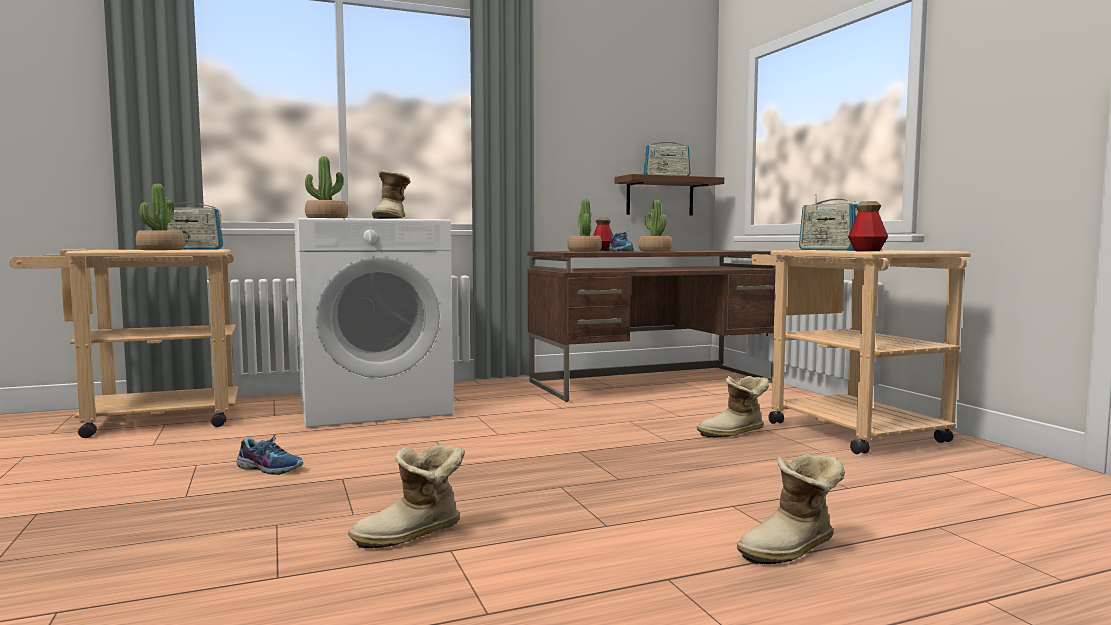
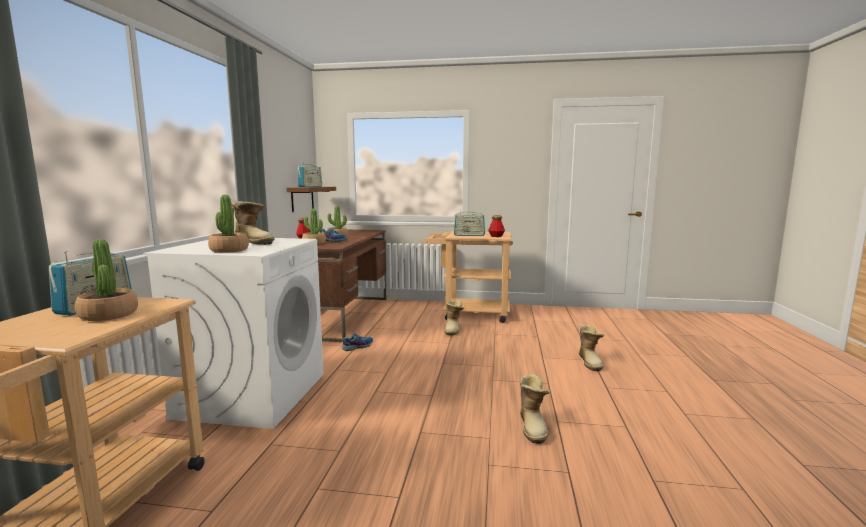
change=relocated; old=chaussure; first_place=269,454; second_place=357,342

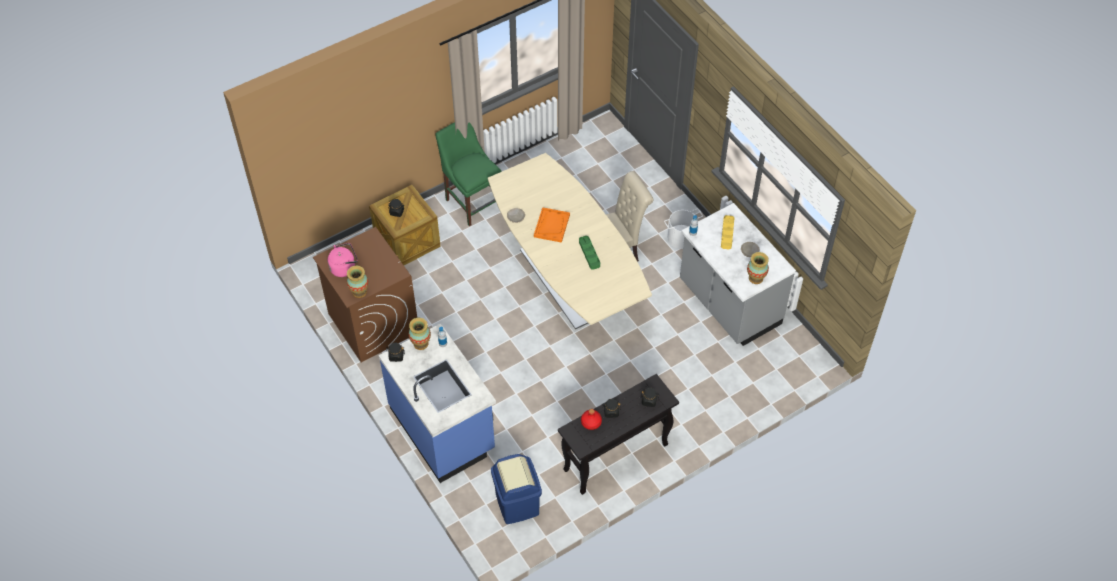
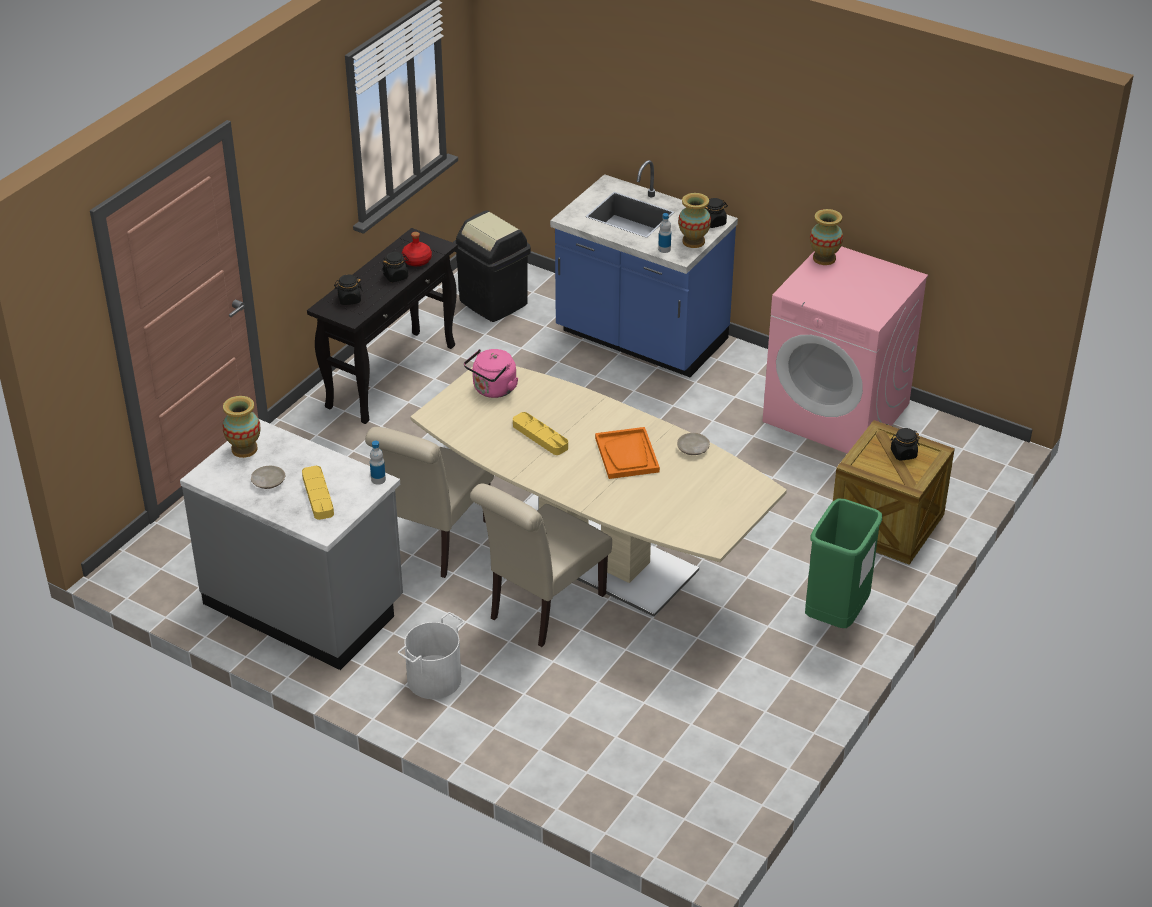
change=colour; old=lave-linge/marron; new=lave-linge/rose; first_place=365,294; second_place=845,349
change=relocated; old=bouilloire/rose; first_place=342,260; second_place=491,373
change=exchanged; old=chaise/vert; new=poubelle/vert; first_place=468,174; second_place=843,563
change=colour; old=poubelle/bleu; new=poubelle/noir; first_place=516,489; second_place=492,266
change=colour; old=plateau/vert; new=plateau/jaune; first_place=589,253; second_place=540,433
change=appeared; new=chaise/beige; second_place=429,502

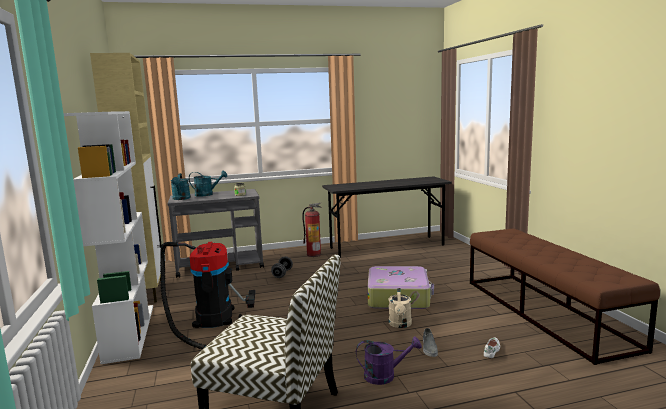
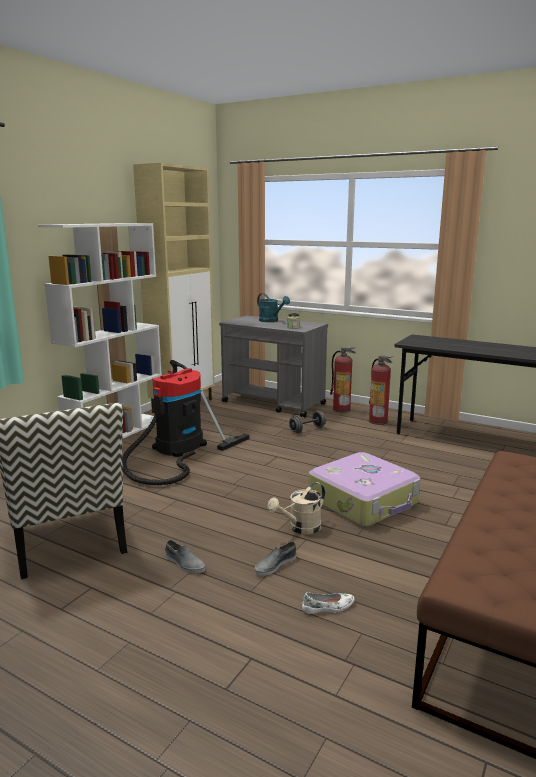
change=missing; old=arrosoir/turquoise; first_place=181,186
change=exchanged; old=arrosoir/violet; new=chaussure/gris; first_place=389,361; second_place=185,557
change=appeared; new=extincteur; second_place=343,380

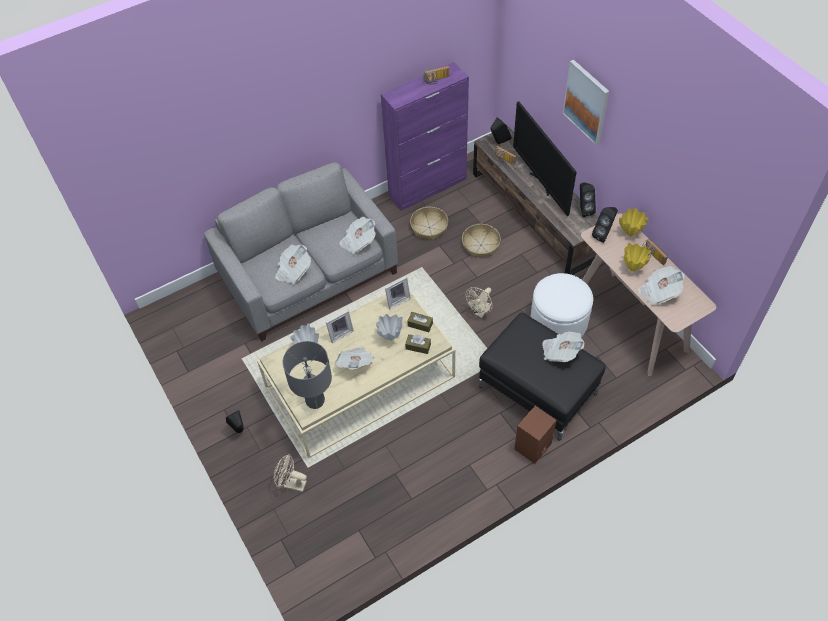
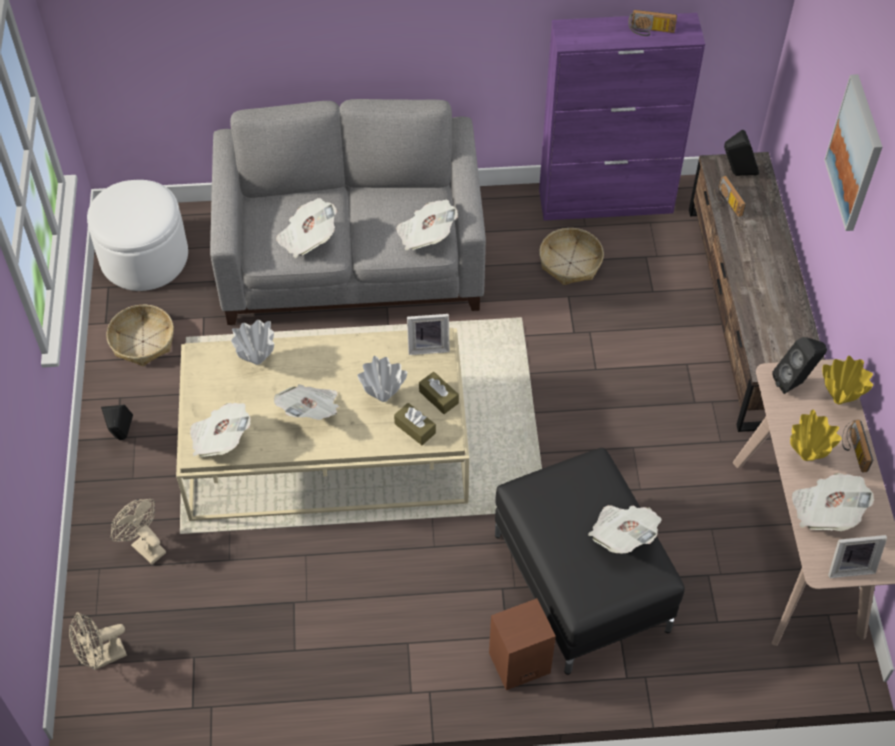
change=exchanged; old=lampe de table/gris; new=journal; first_place=307,375; second_place=220,430
change=relocated; old=cadre photo; first_place=340,327; second_place=857,556
change=relocated; old=panier; first_place=481,241; second_place=140,335
change=relocated; old=ventilateur/beige; first_place=479,302; second_place=98,641
change=missing; old=téléviseur; first_place=545,158
change=relocated; old=pouf/blanc; first_place=562,305; second_place=137,235
change=missing; old=enceinte/noir; first_place=588,199

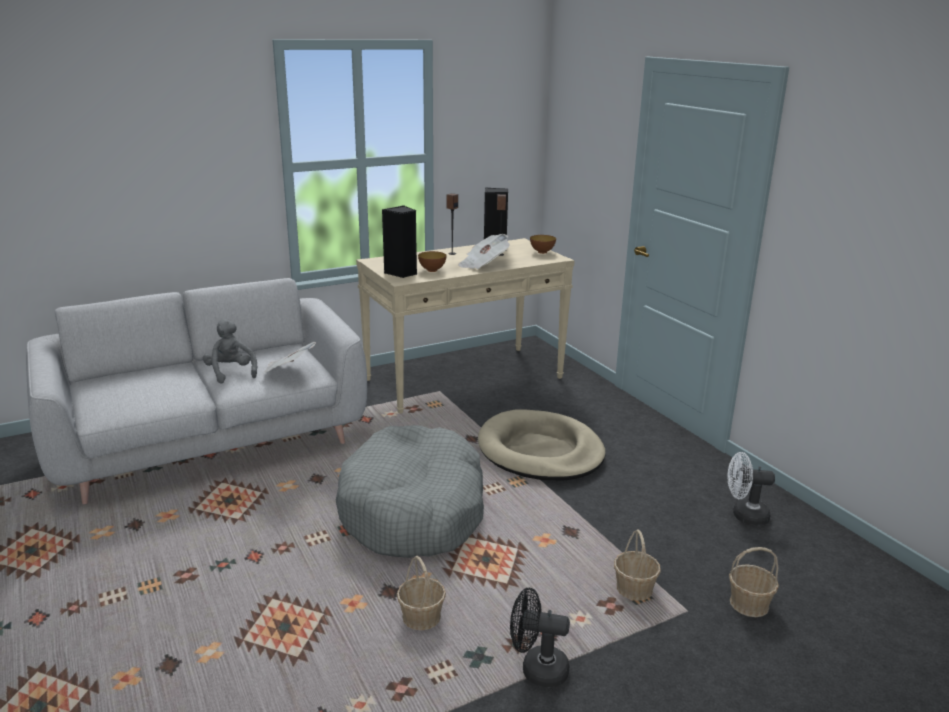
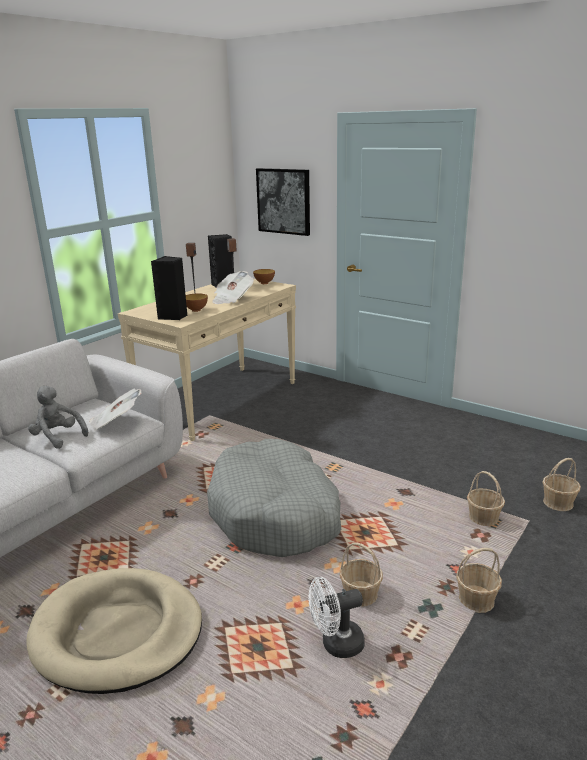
change=relocated; old=panier pour chien/beige; first_place=542,445; second_place=114,631
change=exchanged; old=ventilateur/noir; new=panier; first_place=540,637; second_place=479,580
change=relocated; old=ventilateur/blanc; first_place=751,488; second_place=336,617
change=appeared; new=tableau; second_place=283,202

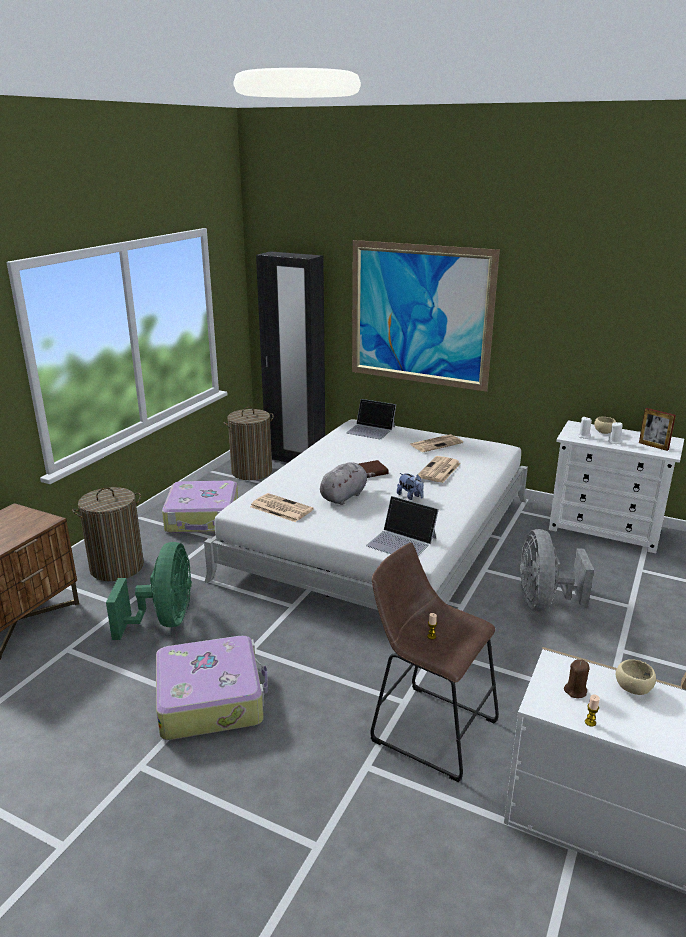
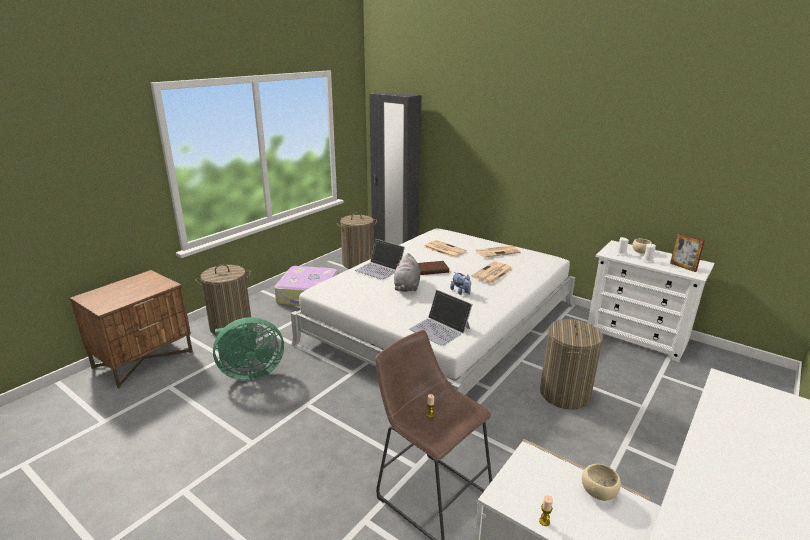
change=spun; old=ventilateur/vert; first_place=149,591; second_place=248,348; degrees=60
change=missing; old=valise; first_place=212,688
change=relocated; old=journal; first_place=282,507; second_place=445,249
change=spun; old=peluche/gris; first_place=347,483; second_place=407,272; degrees=135
change=relocated; old=ordinateur portable; first_place=371,419; second_place=380,259
change=missing; old=tableau; first_place=426,316
change=exchanged; old=ventilateur/gris; new=panier à linge; first_place=557,570; second_place=571,364
change=missing; old=bougie/marron; first_place=576,678

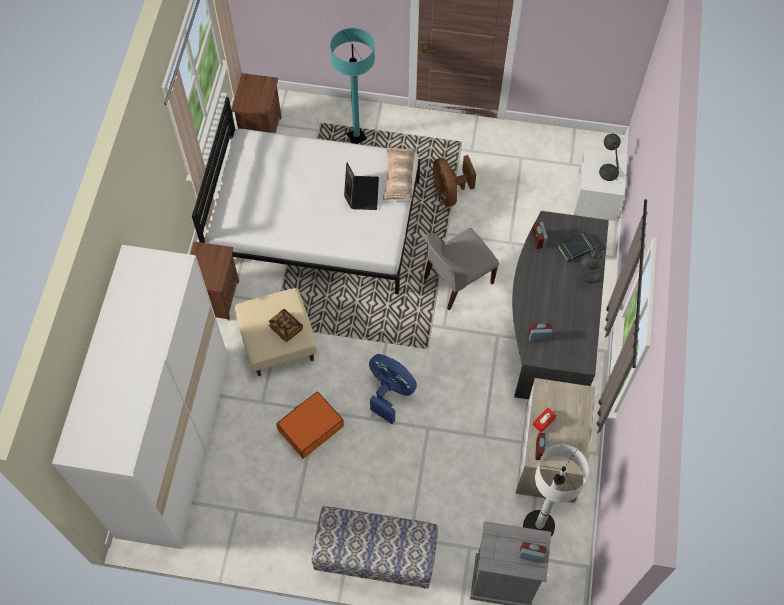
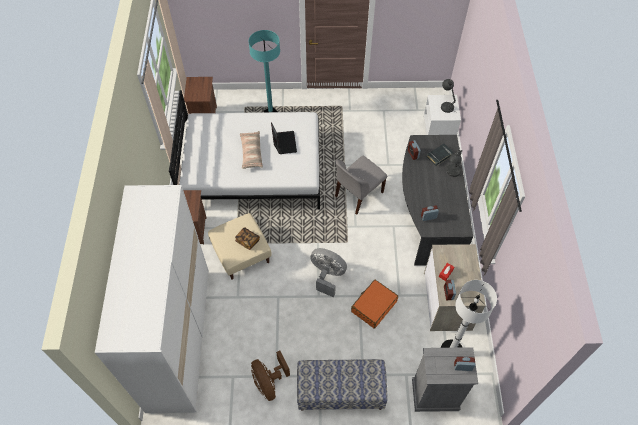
change=relocated; old=valise/orange; first_place=310,424; second_place=374,304
change=colour; old=ventilateur/bleu; new=ventilateur/gris; first_place=393,389; second_place=328,273
change=relocated; old=coussin; first_place=399,174; second_place=251,150
change=relocated; old=ventilateur/marron; first_place=454,181; second_place=270,375

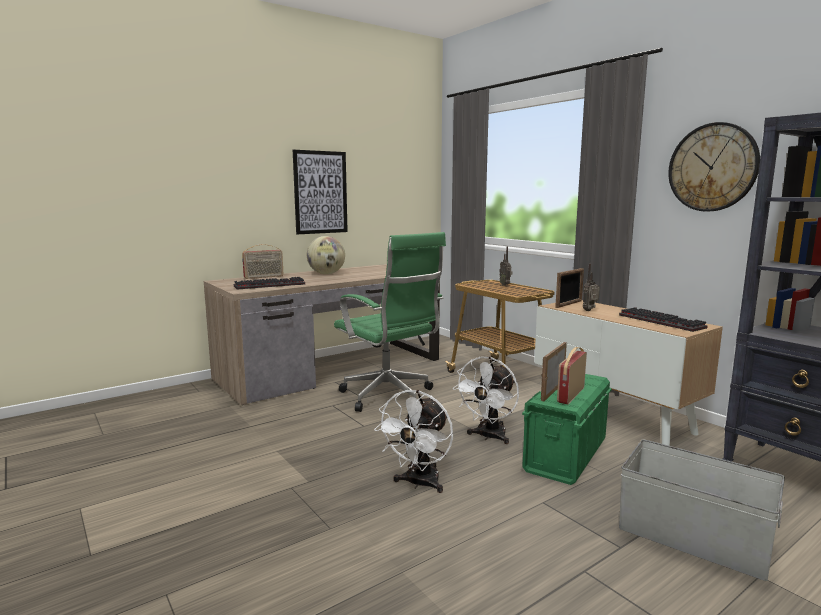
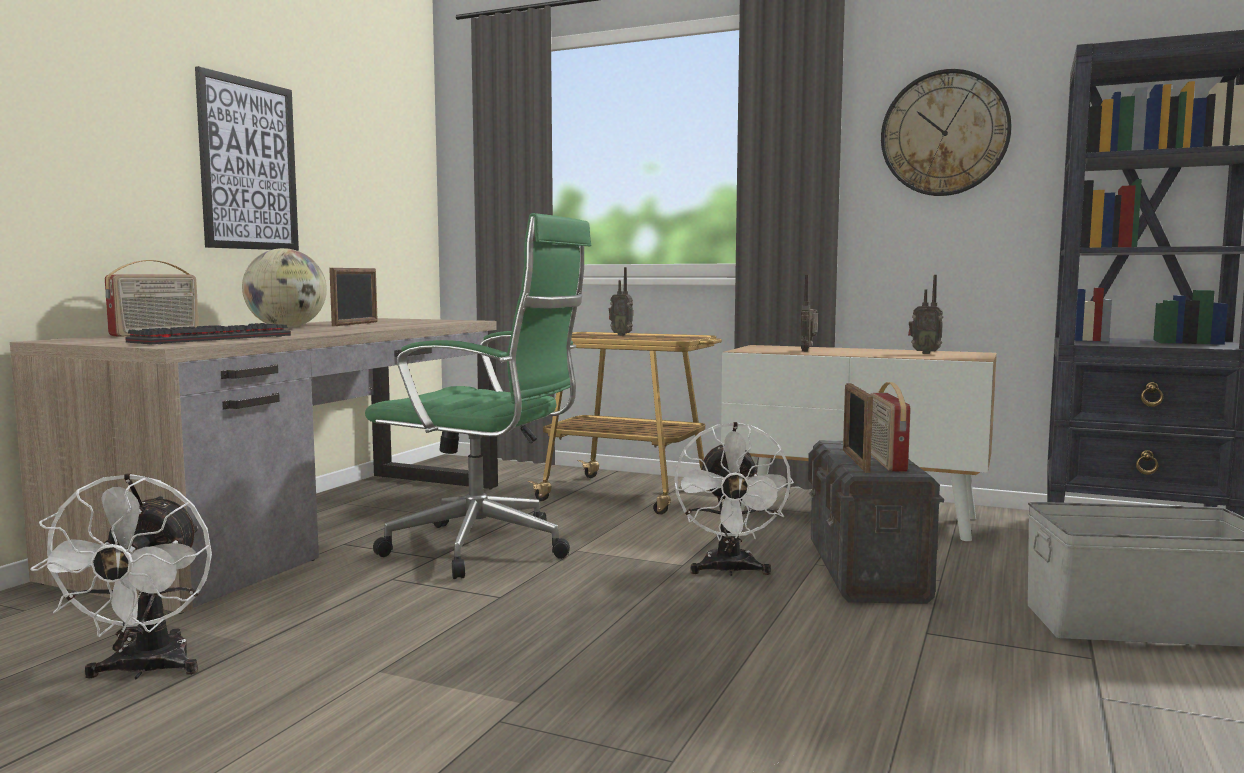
change=relocated; old=ventilateur/blanc; first_place=413,441; second_place=121,576
change=colour; old=boîte de rangement/vert; new=boîte de rangement/gris; first_place=567,429; second_place=876,522
change=relocated; old=cadre photo; first_place=569,288; second_place=353,297
change=exchanged; old=clavier; new=radio; first_place=663,319; second_place=925,314

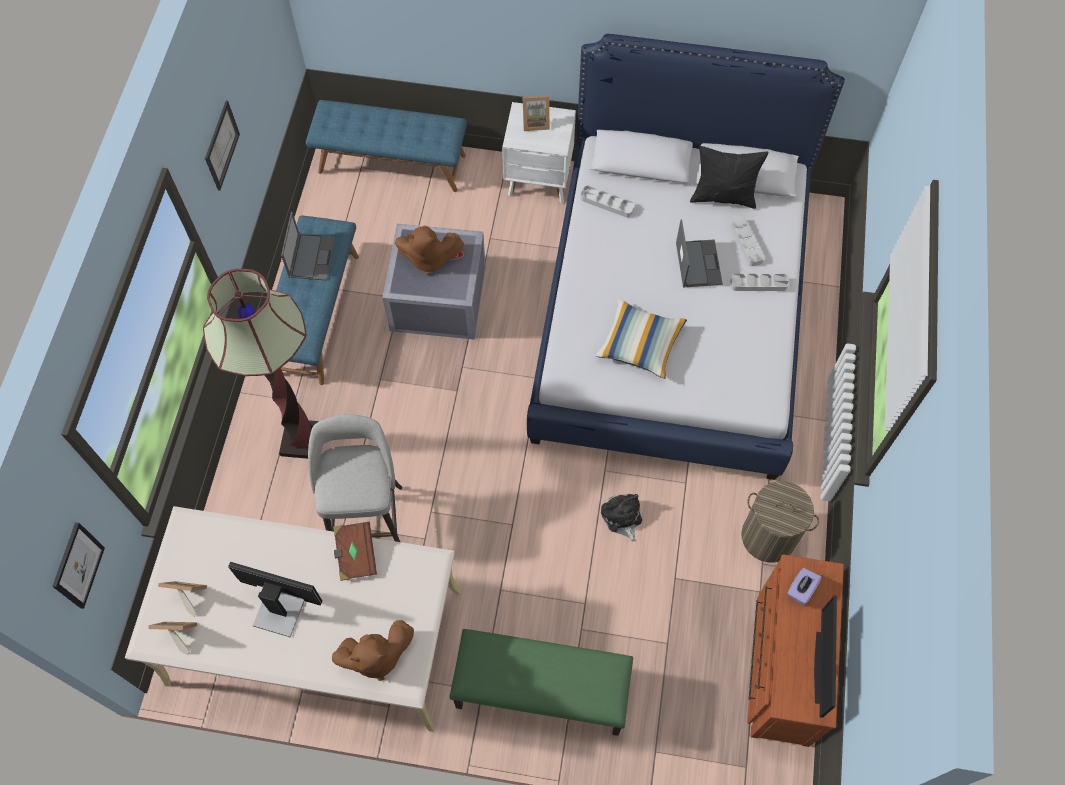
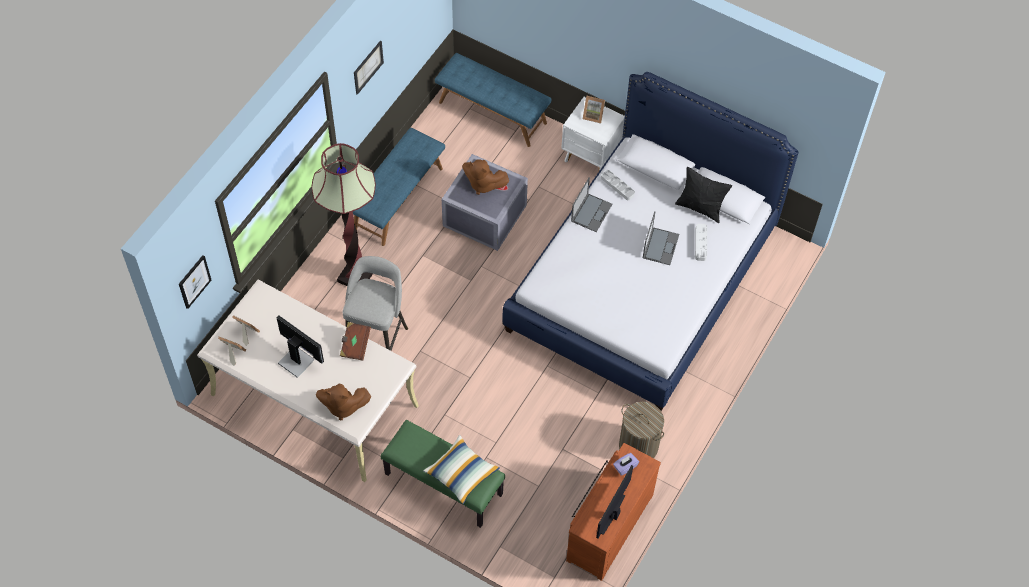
change=relocated; old=ordinateur portable; first_place=308,246; second_place=591,204
change=relocated; old=coussin; first_place=641,338; second_place=461,469
change=missing; old=peluche; first_place=621,518
change=missing; old=plateau/gris; first_place=759,282

